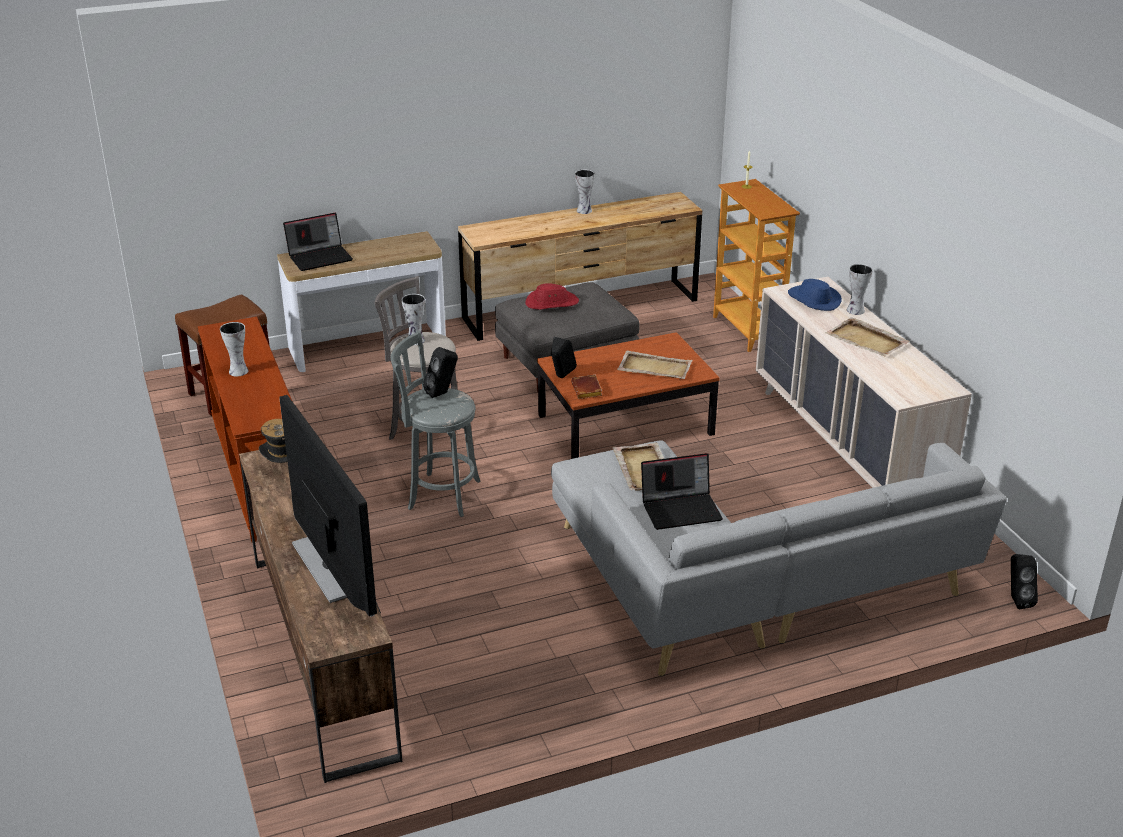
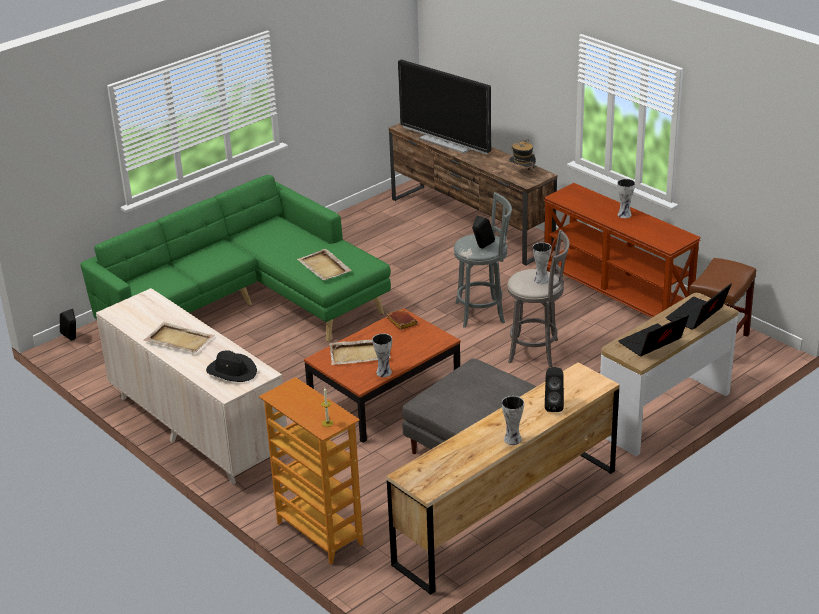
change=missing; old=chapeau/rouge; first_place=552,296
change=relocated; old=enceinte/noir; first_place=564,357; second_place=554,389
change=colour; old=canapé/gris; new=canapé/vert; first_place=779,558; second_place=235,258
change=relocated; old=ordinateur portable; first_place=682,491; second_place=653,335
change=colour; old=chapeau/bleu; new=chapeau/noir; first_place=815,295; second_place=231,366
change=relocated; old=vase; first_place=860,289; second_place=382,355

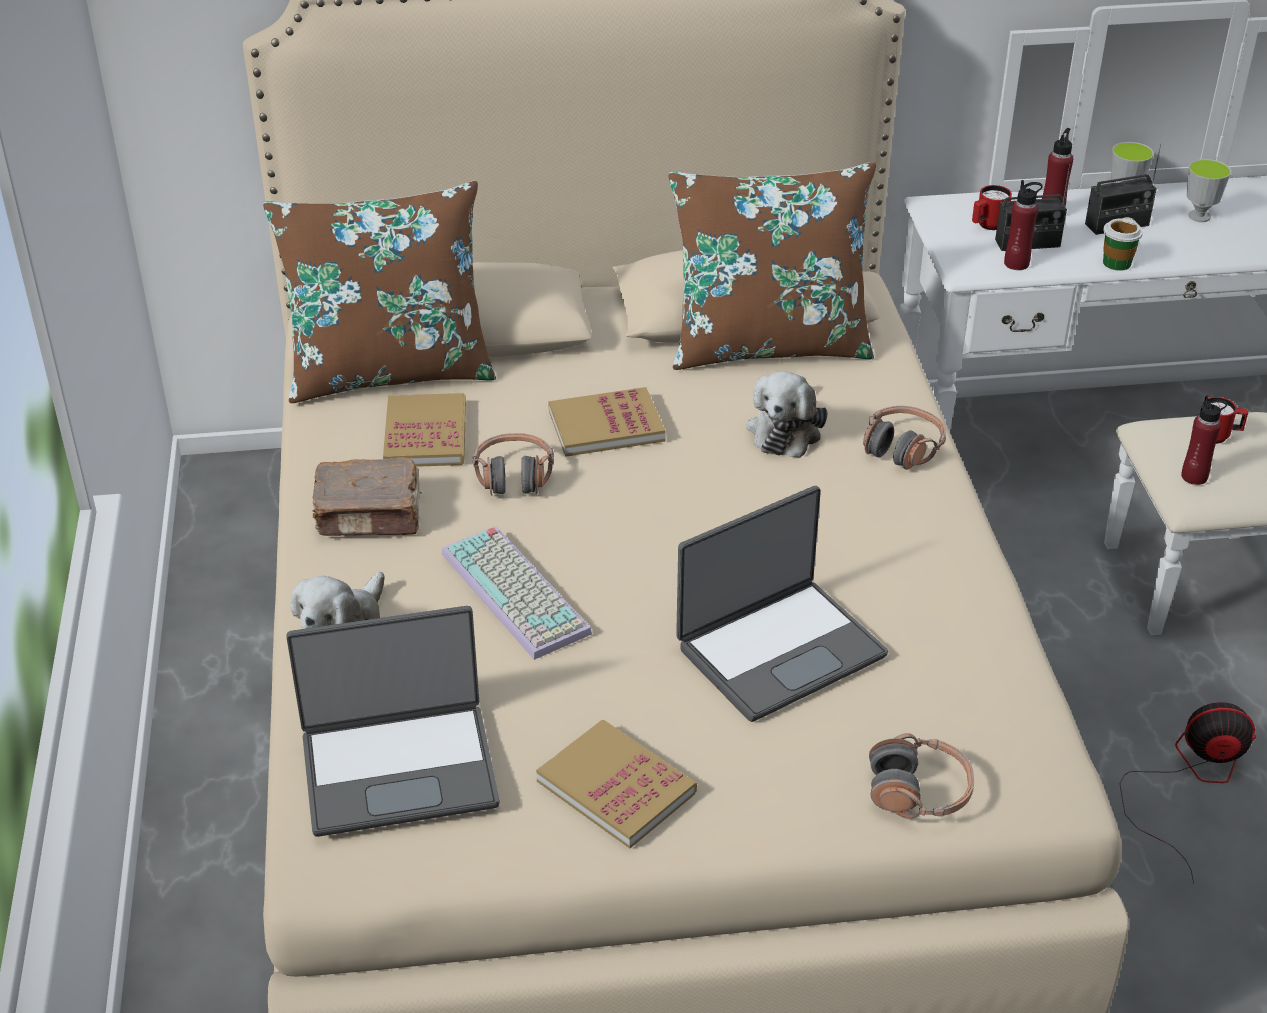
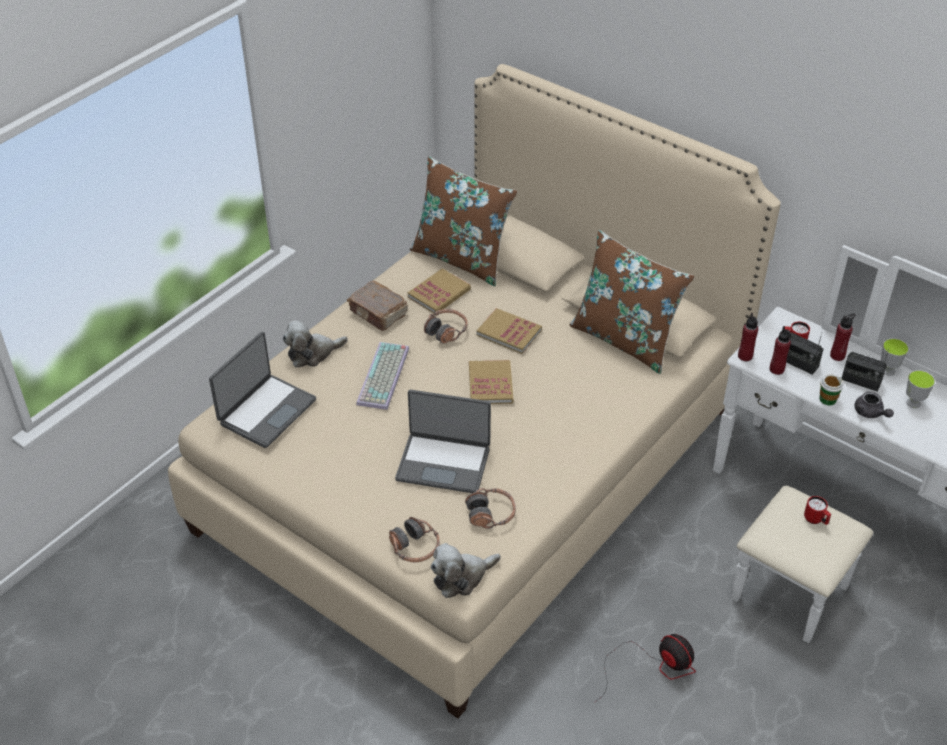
change=spun; old=ordinateur portable; first_place=392,721; second_place=262,389; degrees=-90
change=relocated; old=livre; first_place=616,784; second_place=491,382
change=relocated; old=peluche; first_place=787,414; second_place=466,570
change=relocated; old=casque audio; first_place=904,438; second_place=490,508
change=relocated; old=bouteille/rouge; first_place=1204,440; second_place=748,337
change=appeared; new=théière/gris; second_place=874,404

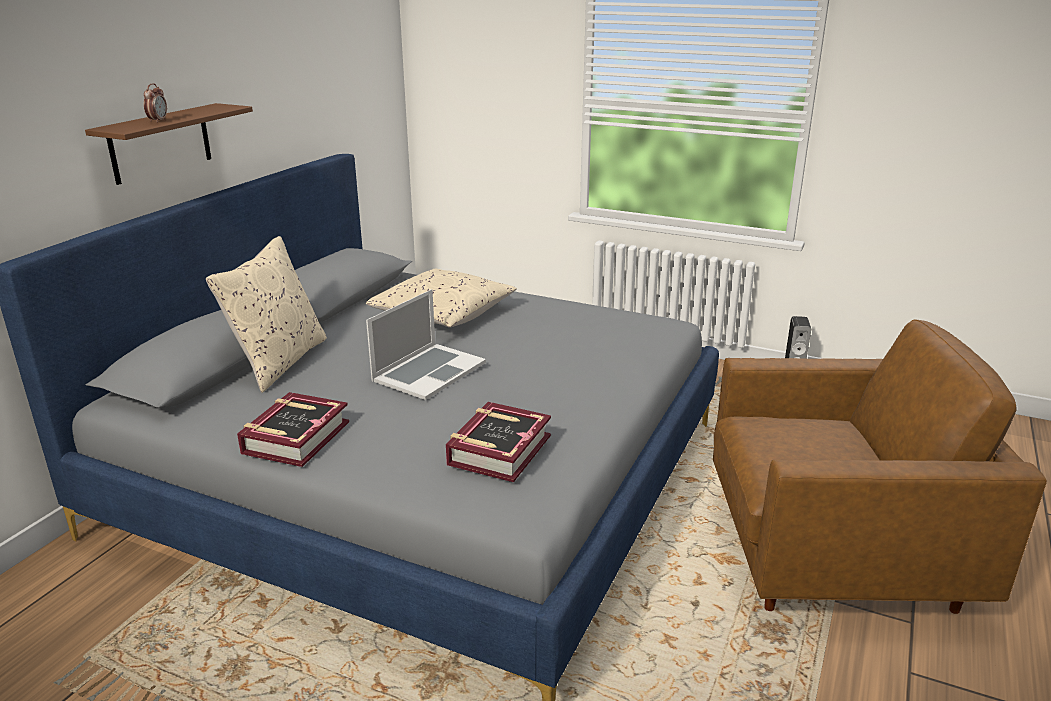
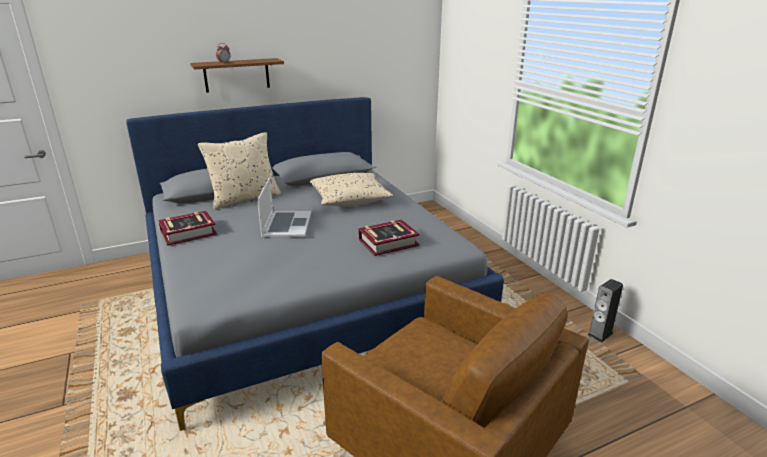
change=spun; old=ordinateur portable; first_place=426,344; second_place=284,207; degrees=-75
change=relocated; old=livre; first_place=498,442; second_place=389,238

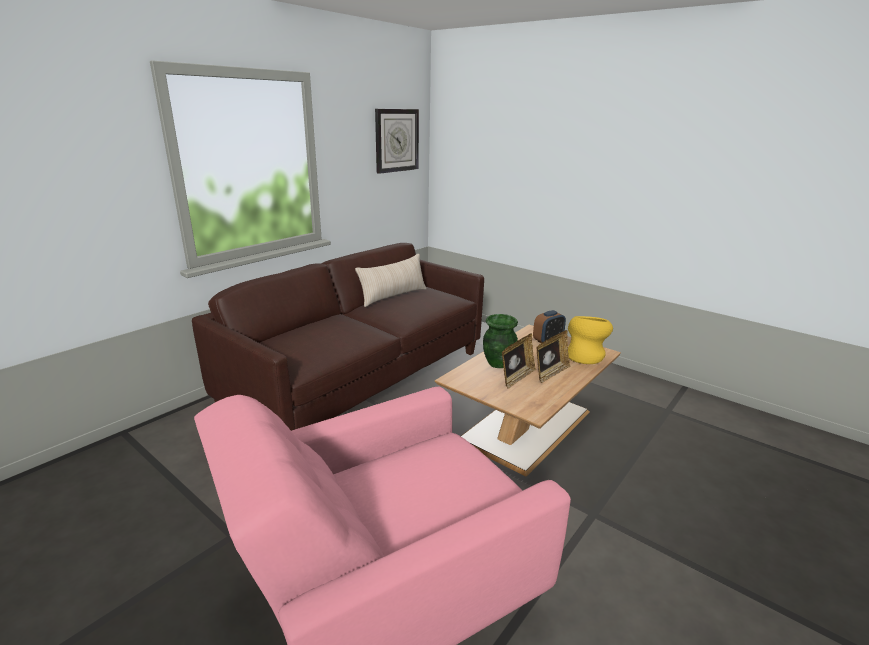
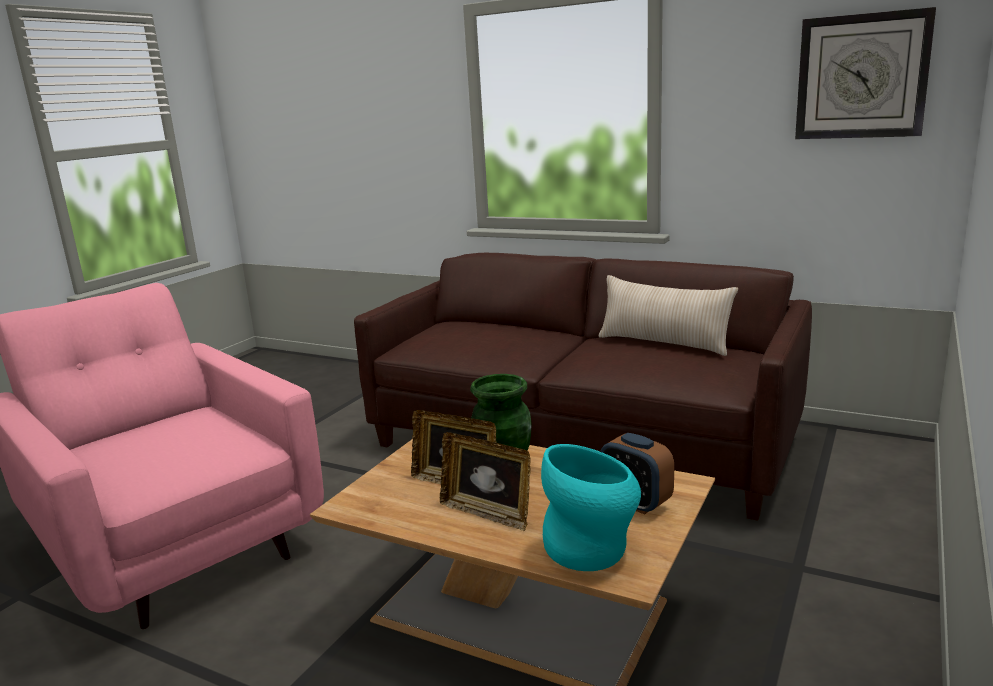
change=colour; old=vase/jaune; new=vase/turquoise; first_place=590,340; second_place=591,507

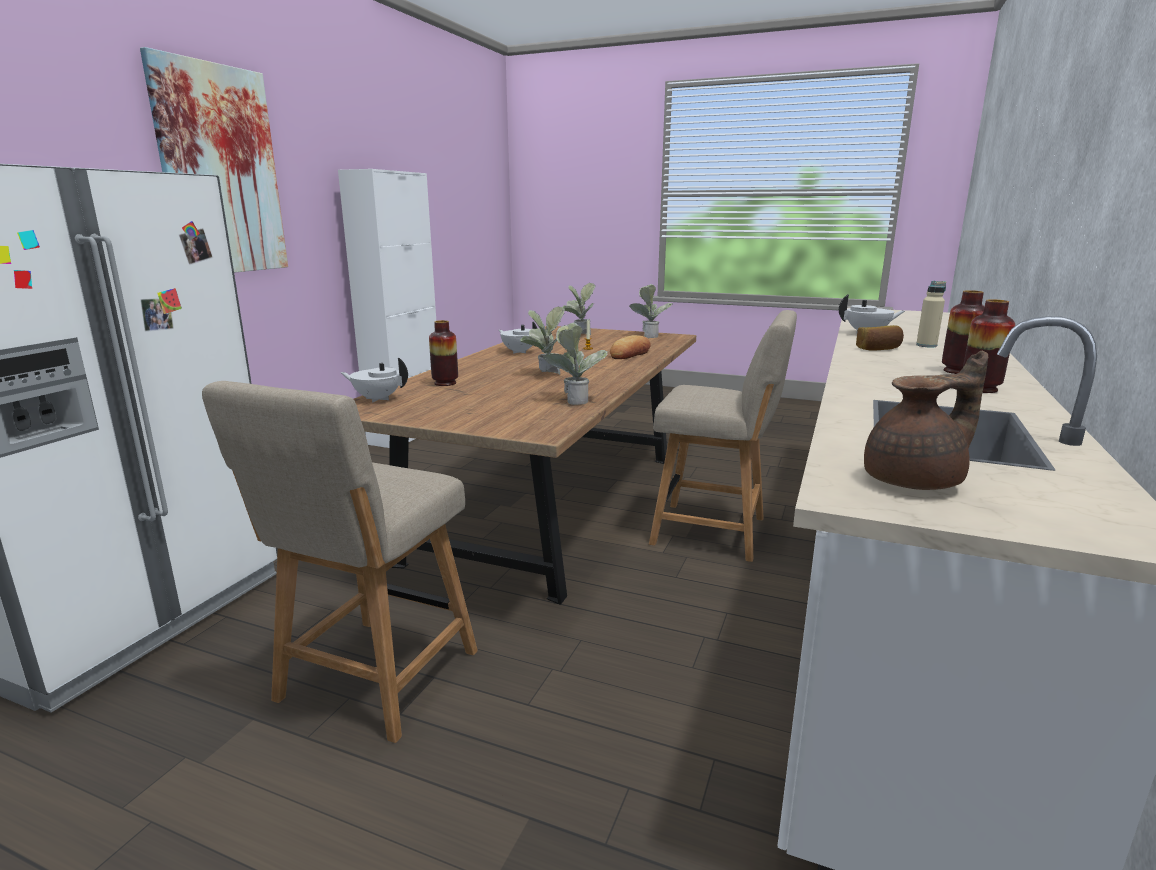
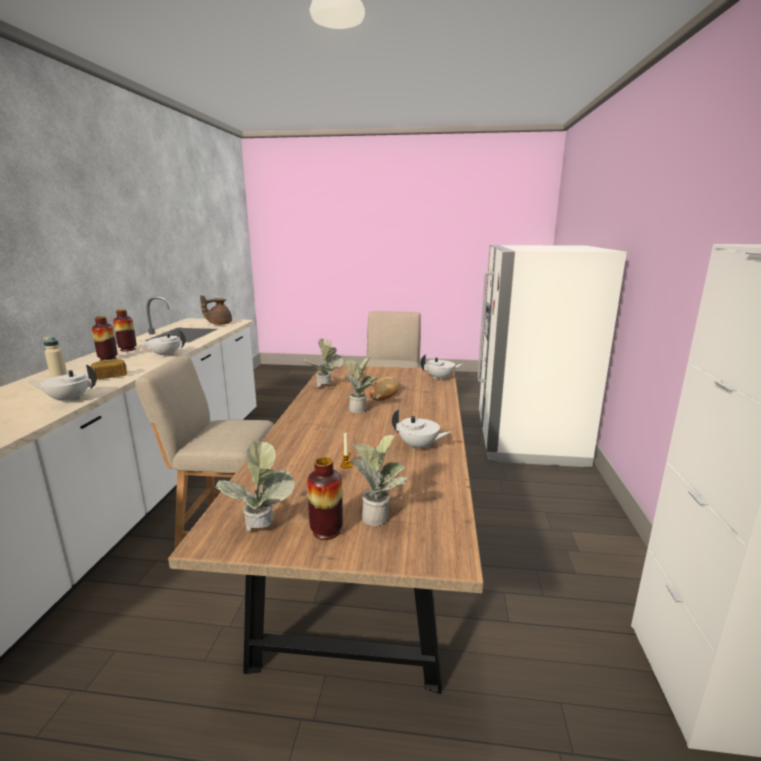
change=missing; old=tableau; first_place=214,160
change=relocated; old=vase; first_place=443,353; second_place=325,498
change=relocated; old=pain; first_place=630,347; second_place=384,389
change=appeared; new=théière/blanc; second_place=163,343

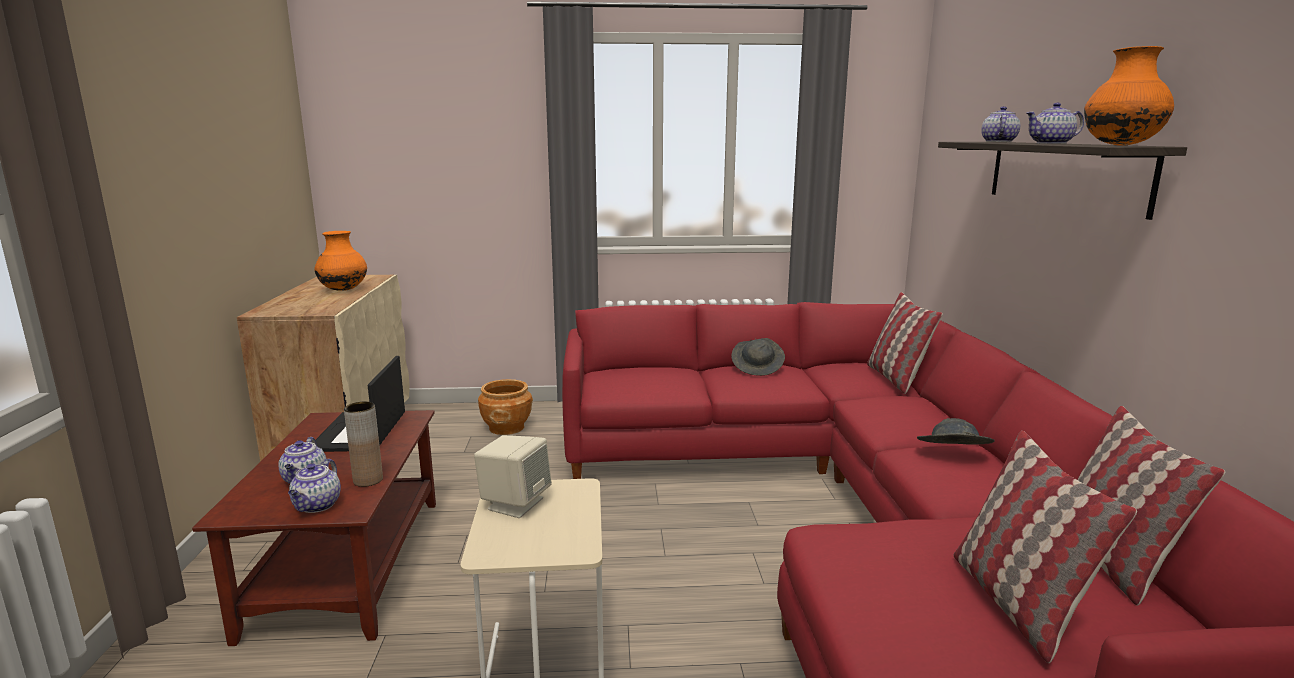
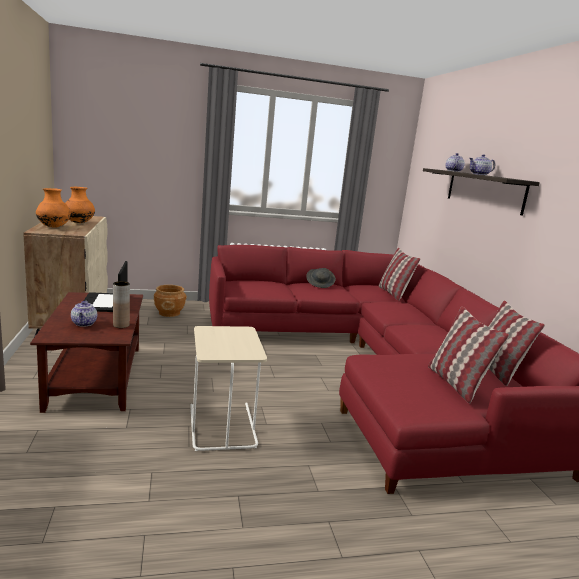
change=missing; old=théière; first_place=314,486
change=missing; old=enceinte/beige; first_place=513,476
change=missing; old=chapeau/gris; first_place=956,431
change=relocated; old=vase/orange; first_place=1129,96; second_place=53,208

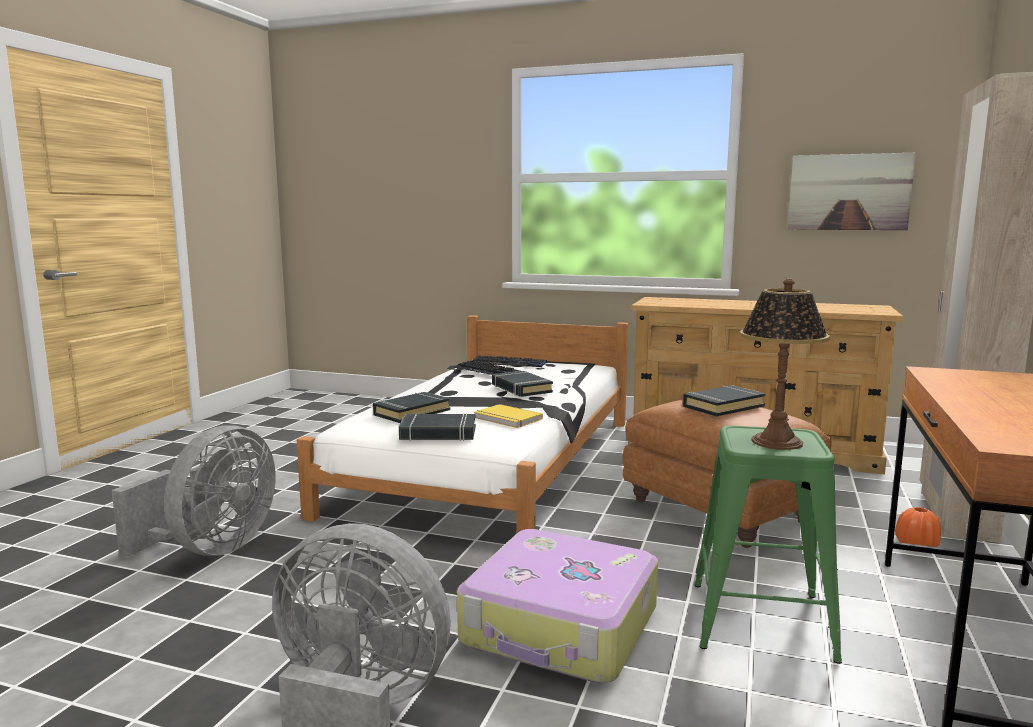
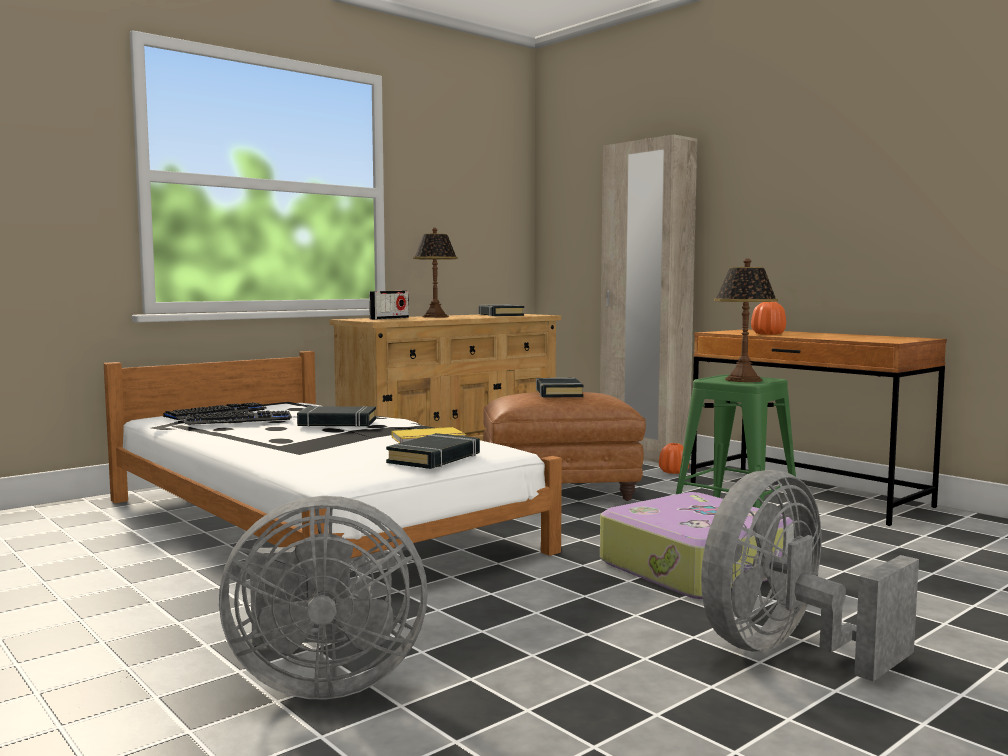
change=spun; old=ventilateur/gris; first_place=194,491; second_place=323,598; degrees=120
change=relocated; old=livre/noir; first_place=412,407; second_place=501,310
change=missing; old=tableau; first_place=852,191
change=appeared; new=radio; second_place=389,305
change=appeared; new=lampe de table; second_place=435,273
change=appeared; new=vase/orange; second_place=768,318

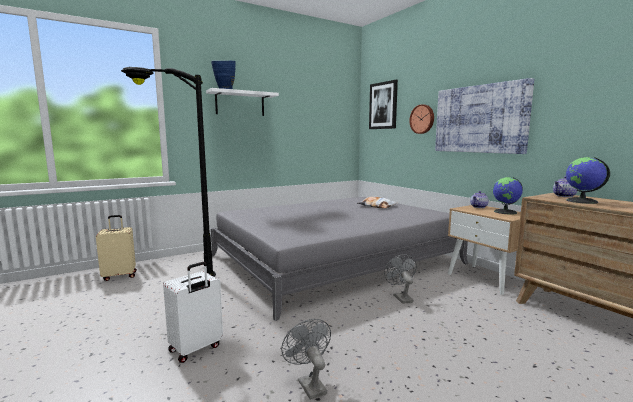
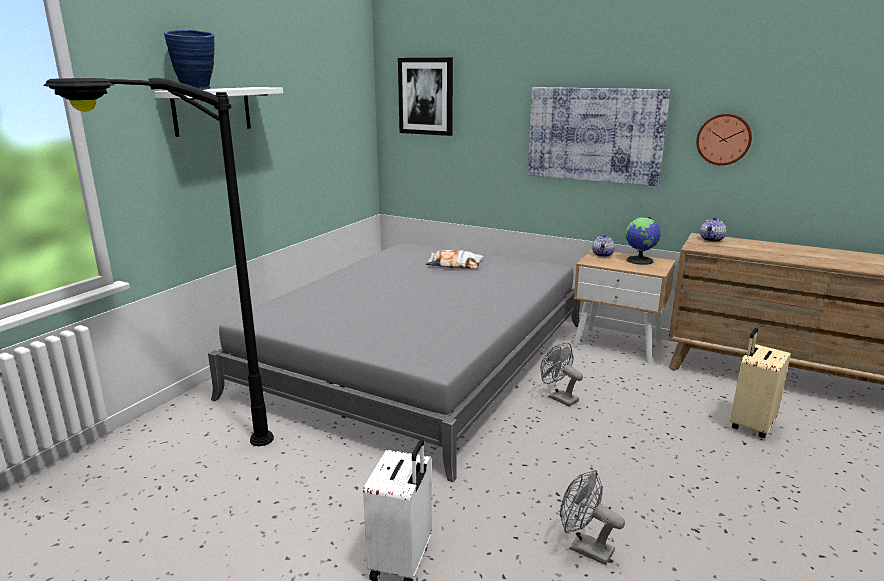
change=relocated; old=valise/beige; first_place=116,248; second_place=760,383
change=relocated; old=horloge murale; first_place=421,119; second_place=724,139
change=missing; old=globe; first_place=588,180

